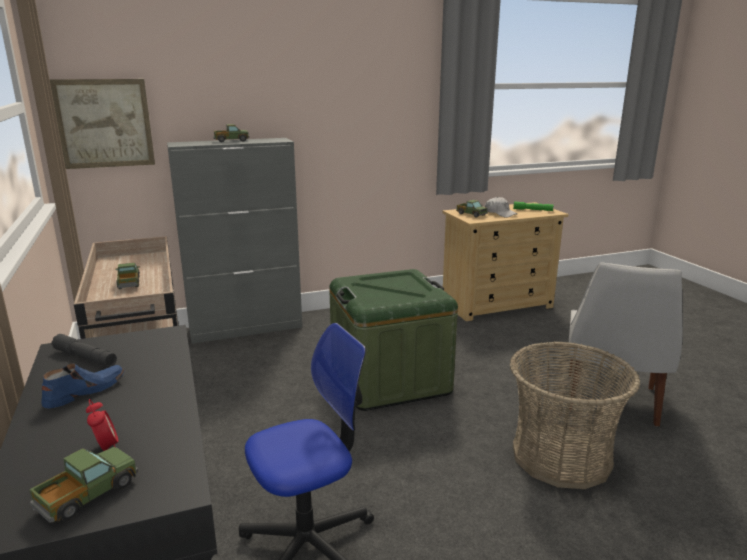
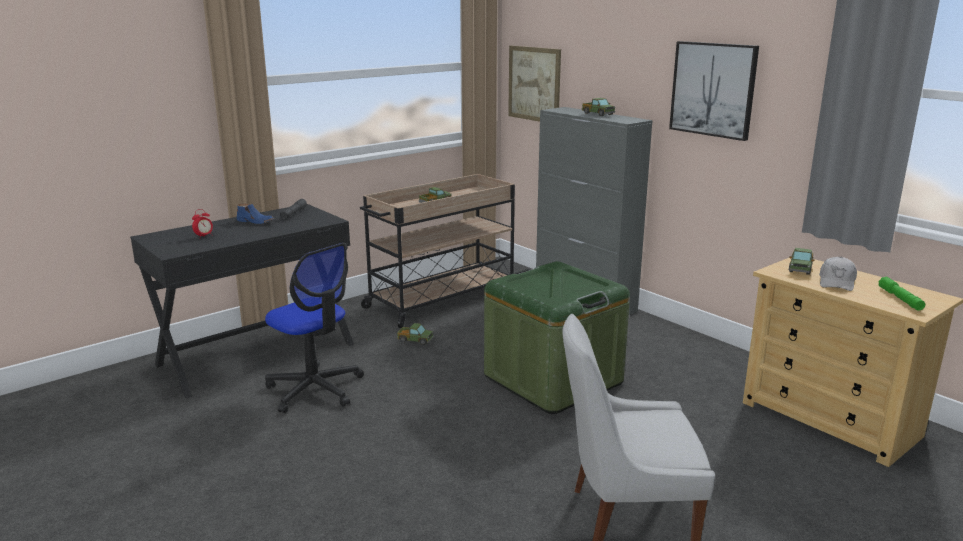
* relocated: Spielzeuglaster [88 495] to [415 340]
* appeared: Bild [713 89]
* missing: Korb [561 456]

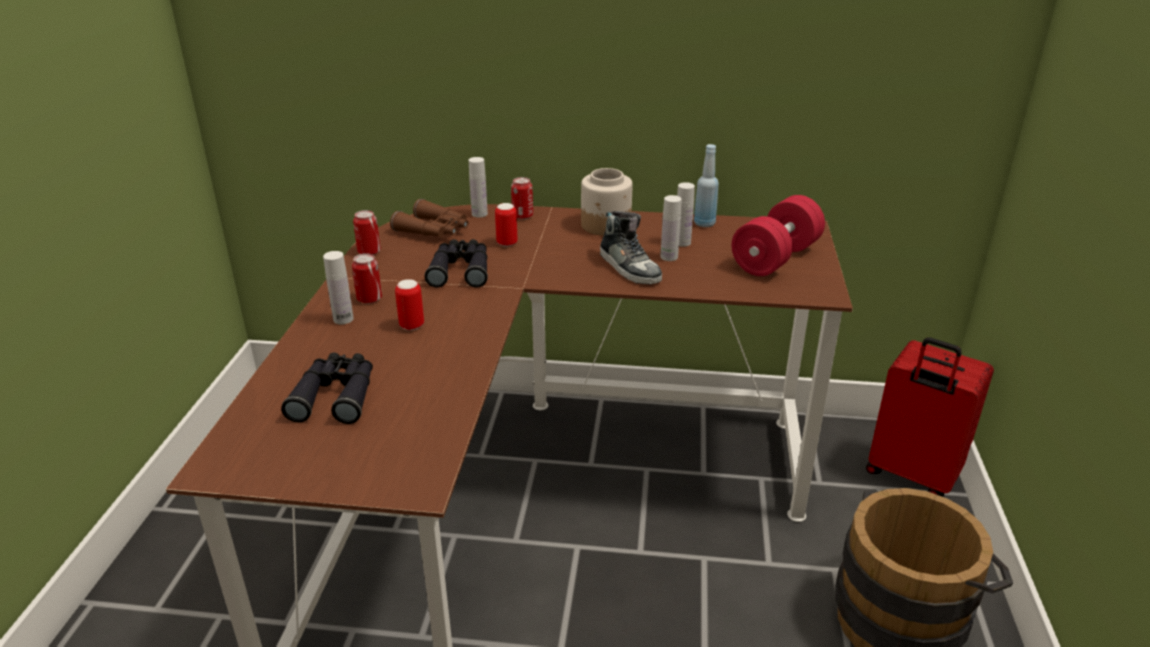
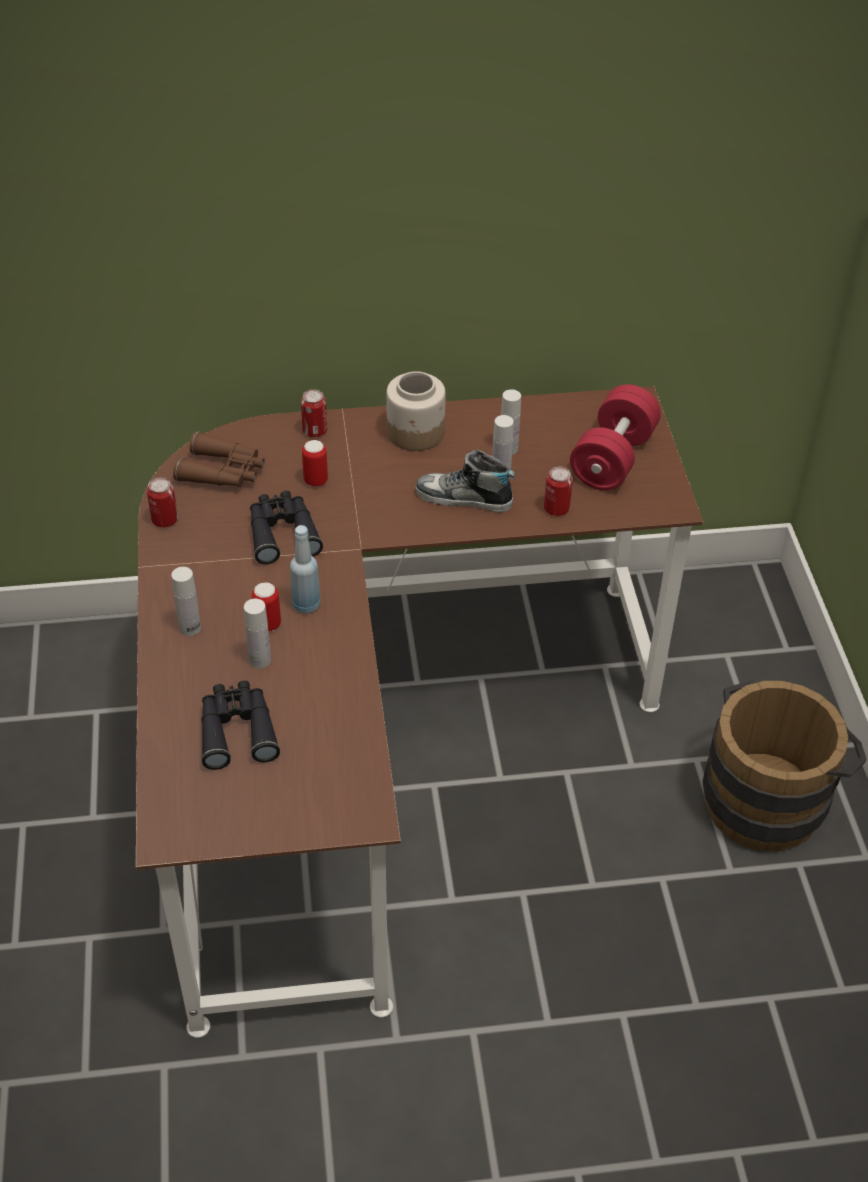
* relocated: Flasche (weiß) [479 214] to [260 660]
* relocated: Flasche (blau) [704 223] to [306 605]
* spun: Schuh [629 267] = [464 498] 150 degrees clockwise
* relocated: Dose [369 299] to [556 509]
* missing: Koffer (rot) [911 475]

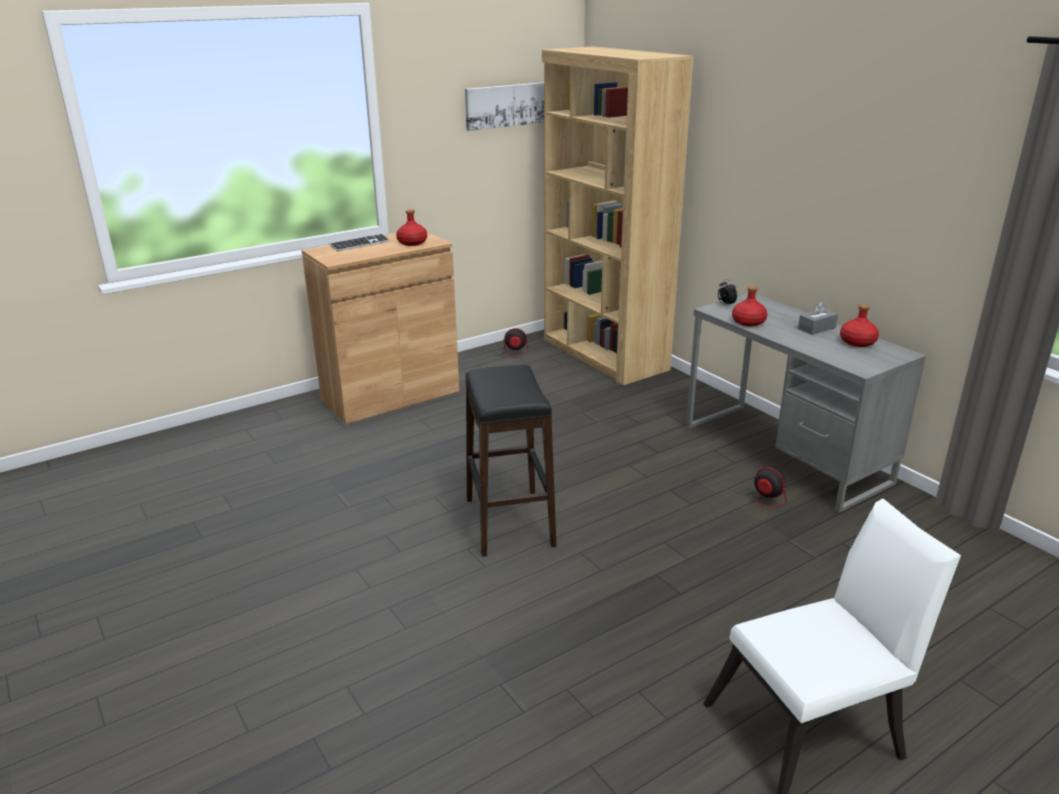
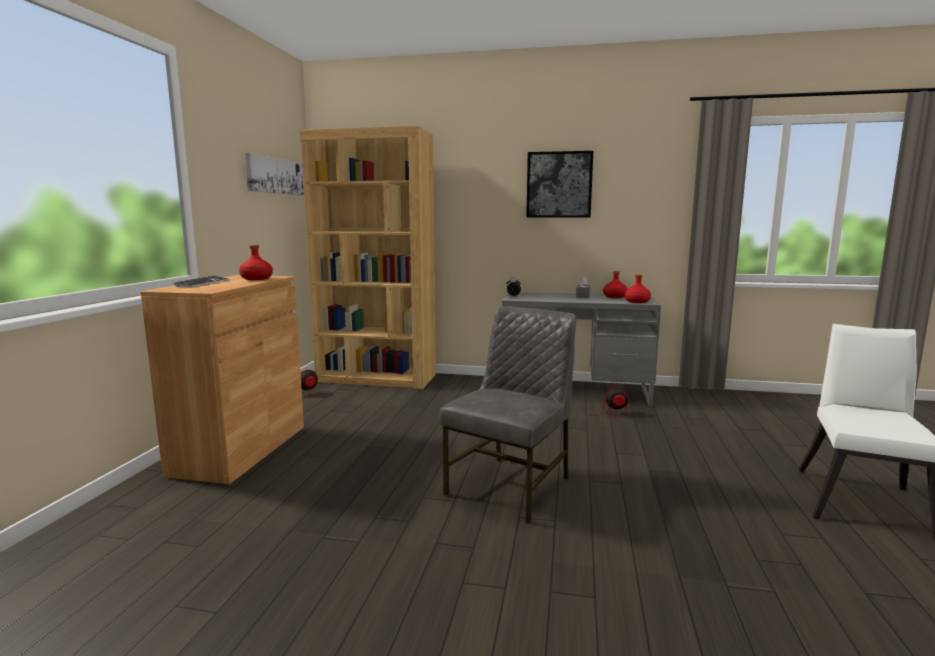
* exchanged: Hocker (schwarz) [510 522] to Stuhl (grau) [511 486]
* appeared: Bild [559 185]
* relocated: Flasche (rot) [748 322] to [637 301]

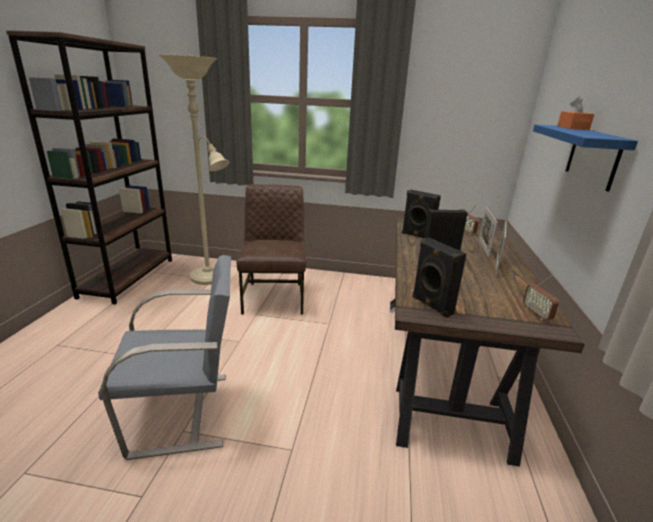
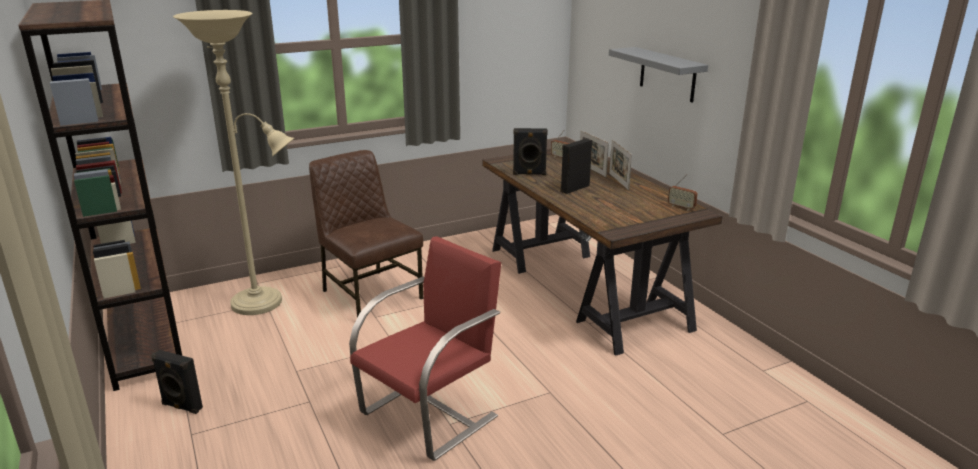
* relocated: Lautsprecher (schwarz) [431 305] to [181 407]
* colour: Stuhl (grau) [184 413] to Stuhl (rot) [431 414]
* colour: Wandregal (blau) [593 156] to Wandregal (grau) [667 74]
* missing: Taschentuchbox (orange) [572 128]

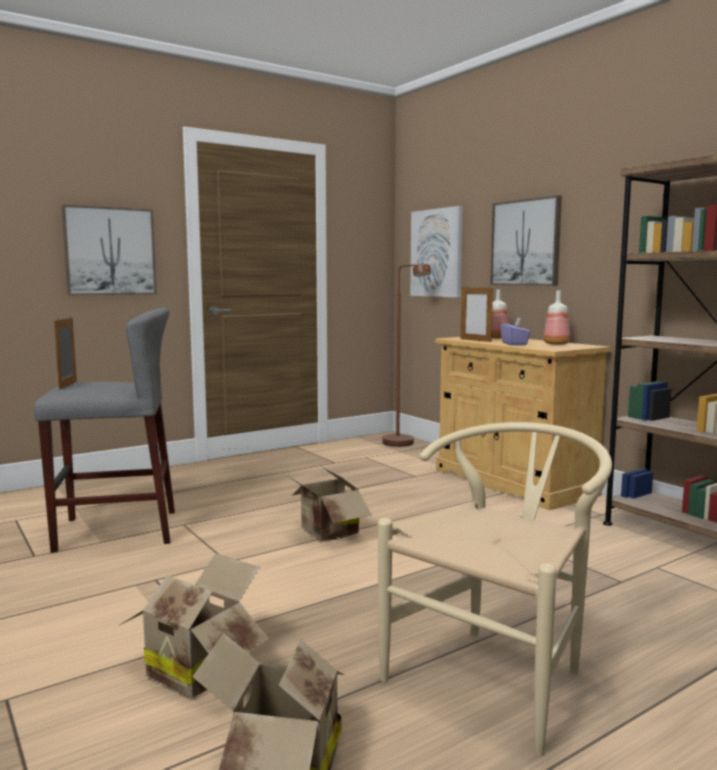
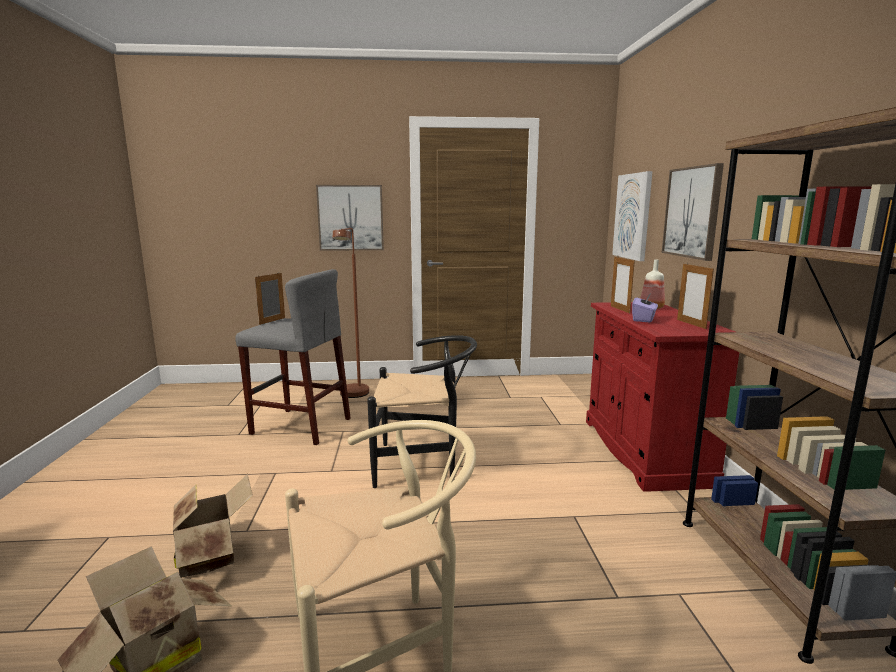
* relocated: Stehlampe (braun) [403 444] to [353 395]
* exchanged: Karton [326 533] to Stuhl (schwarz) [423 464]
* colour: Schrank (beige) [512 482] to Schrank (rot) [644 451]
* exchanged: Flasche [557 344] to Bilderrahmen [691 324]

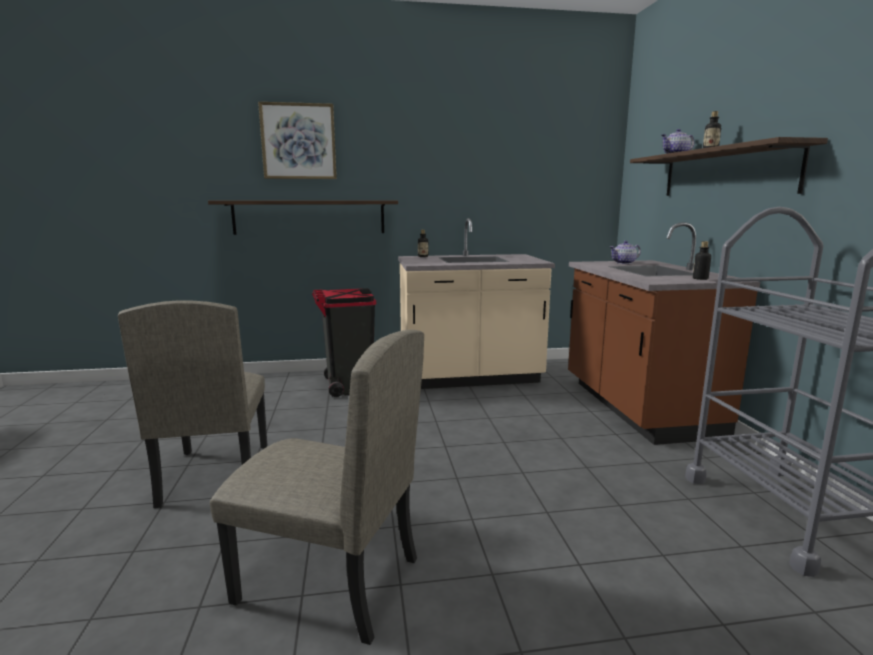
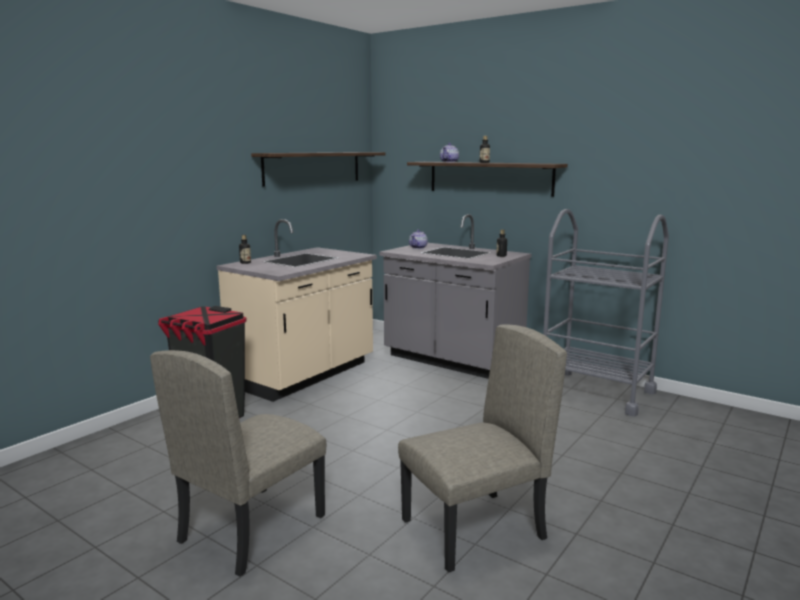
* spun: Stuhl (beige) [215 474] = [252 528] 90 degrees clockwise
* relocated: Wandregal [309 217] to [313 168]
* colour: Küchenzeile (braun) [637 408] to Küchenzeile (grau) [452 360]
* missing: Bild [298 141]

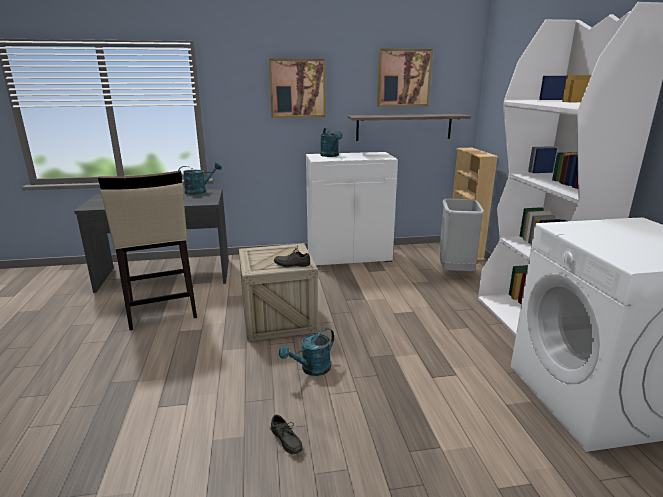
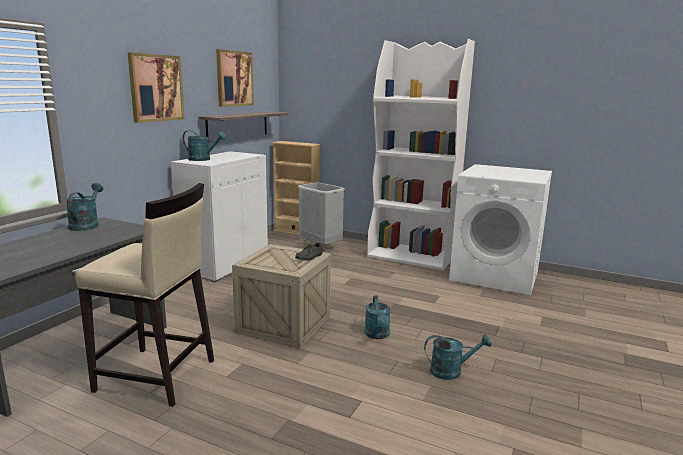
* exchanged: Schuh (grau) [285 441] to Gießkanne (türkis) [451 371]

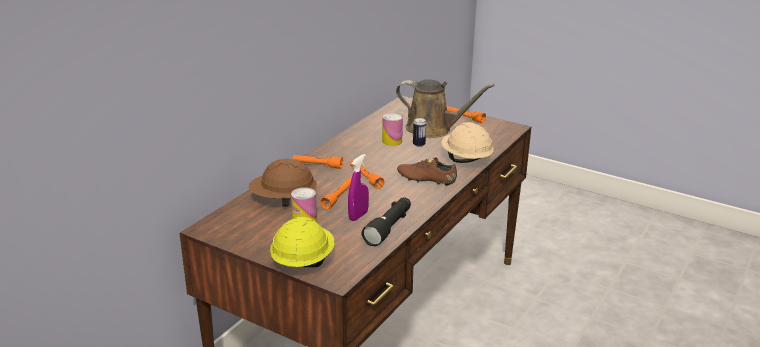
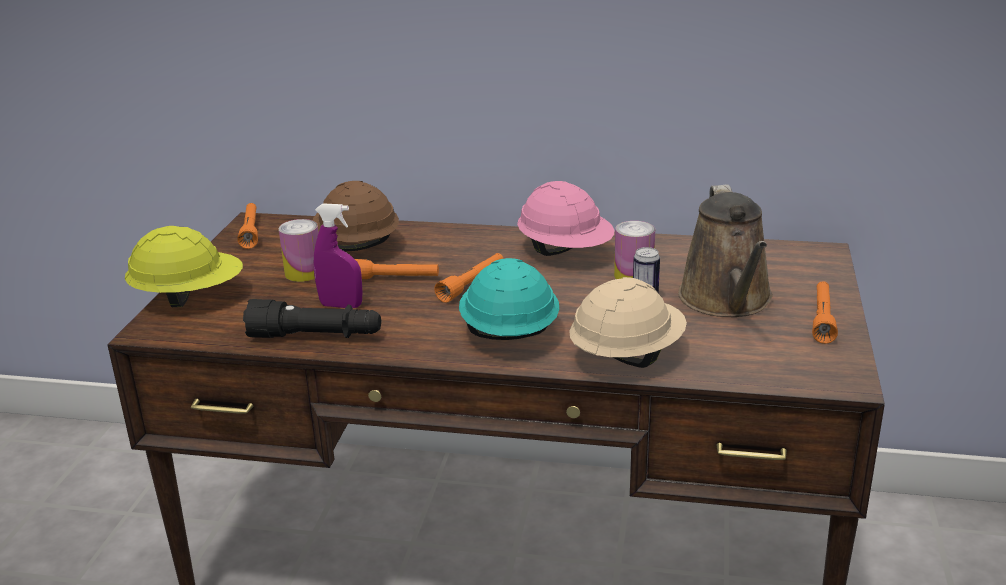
* relocated: Taschenlampe (orange) [317 165] to [250 232]
* exchanged: Schuh (braun) [426 179] to Schutzhelm (türkis) [509 334]
* appeared: Schutzhelm (rosa) [565 252]

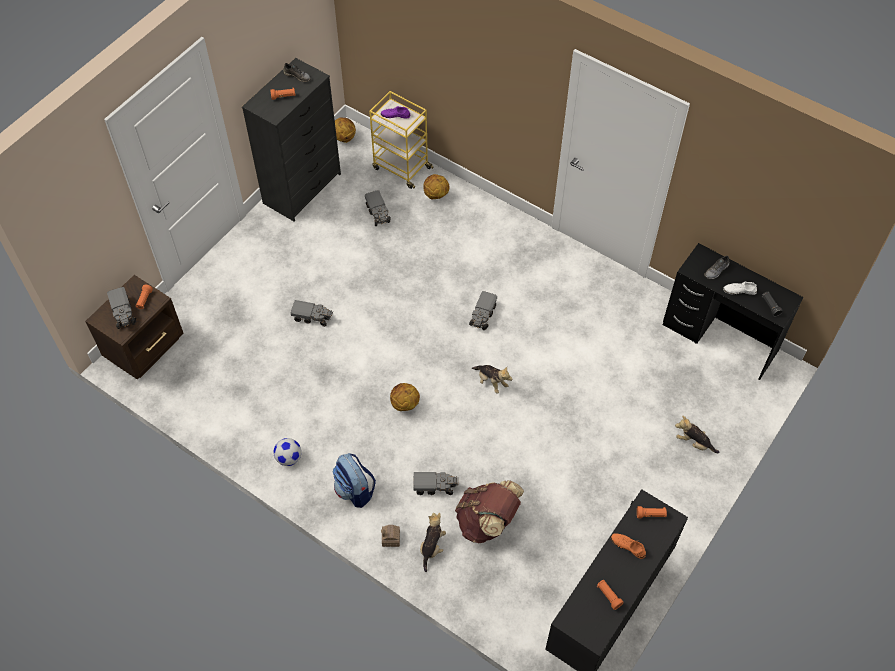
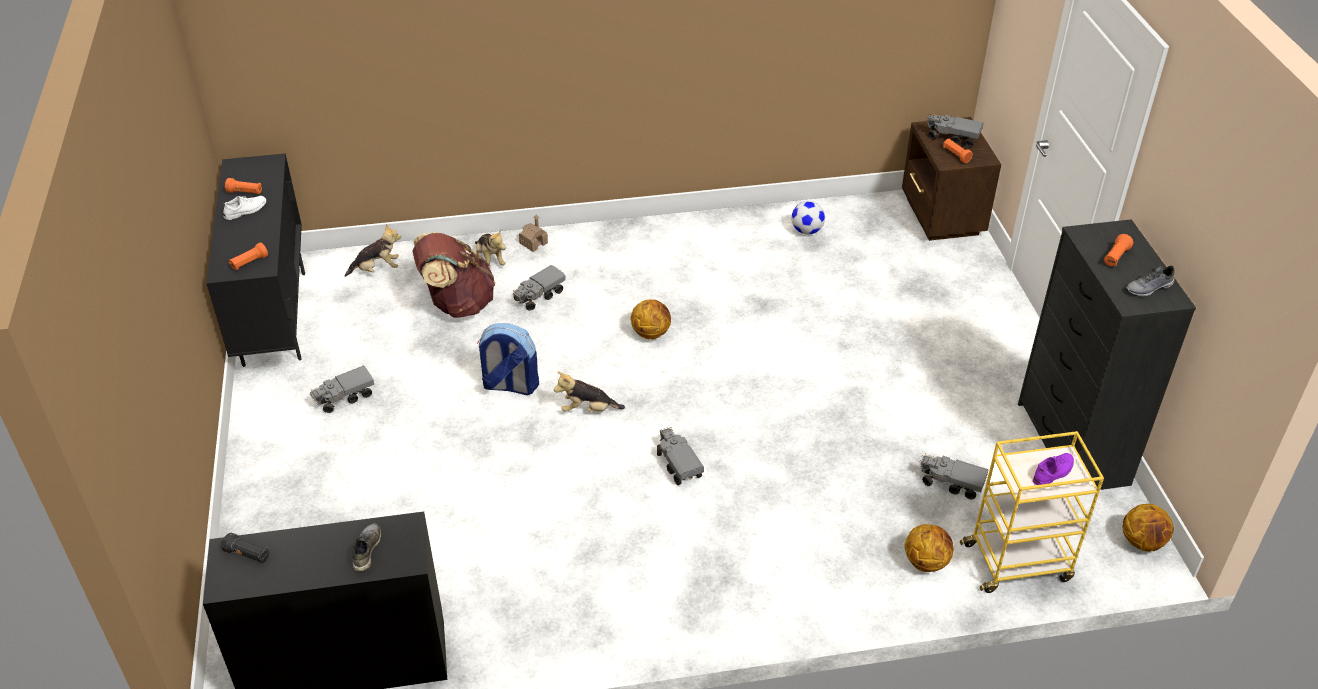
* relocated: Schuh (weiß) [739 290] to [245 210]
* relocated: Spielzeuglaster [312 317] to [344 398]
* relocated: Plüschtier [694 442] to [377 269]
* relocated: Rucksack [355 490] to [509 385]
* relocated: Fußball [289 458] to [807 231]
* missing: Schuh (orange) [628 546]

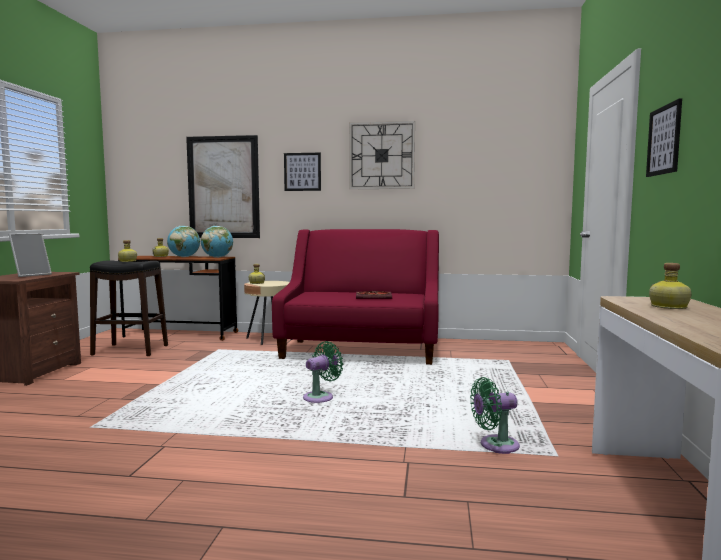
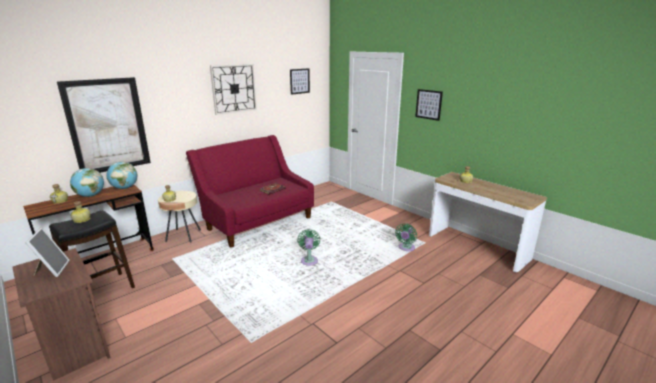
* relocated: Bild [302 172] to [299 81]

